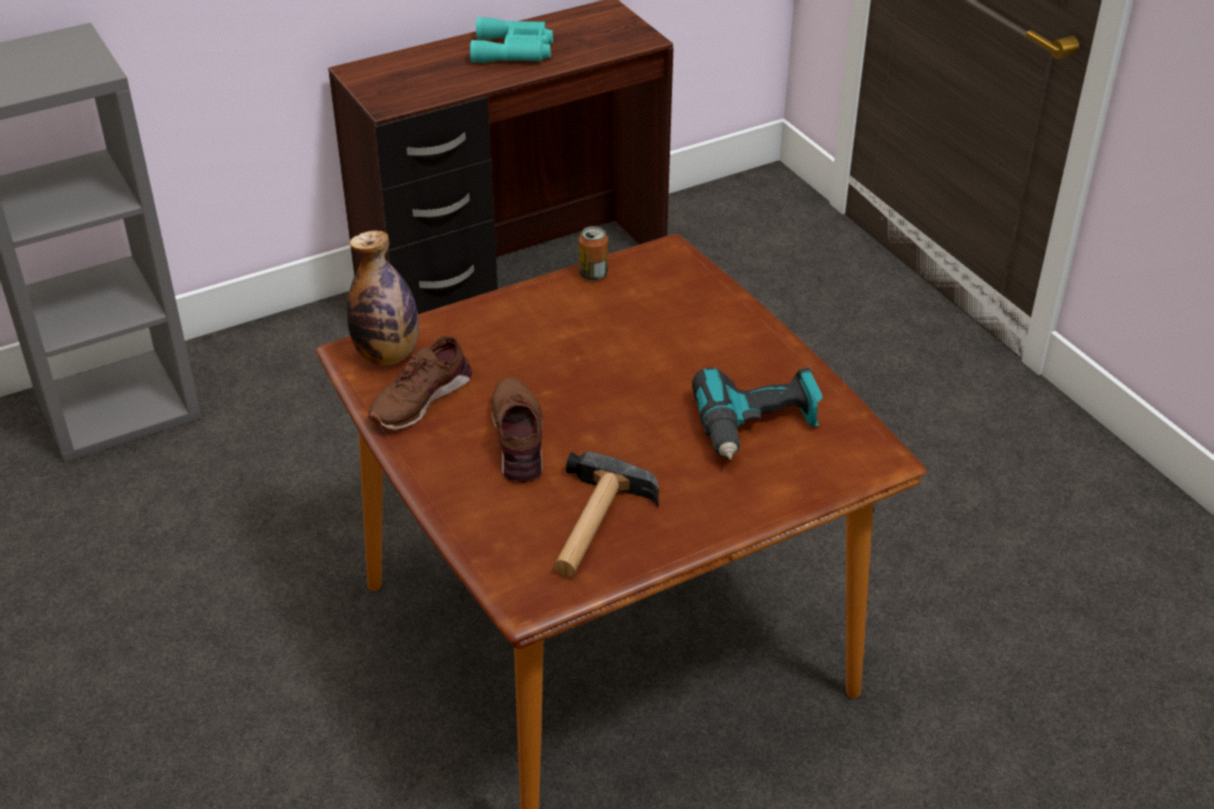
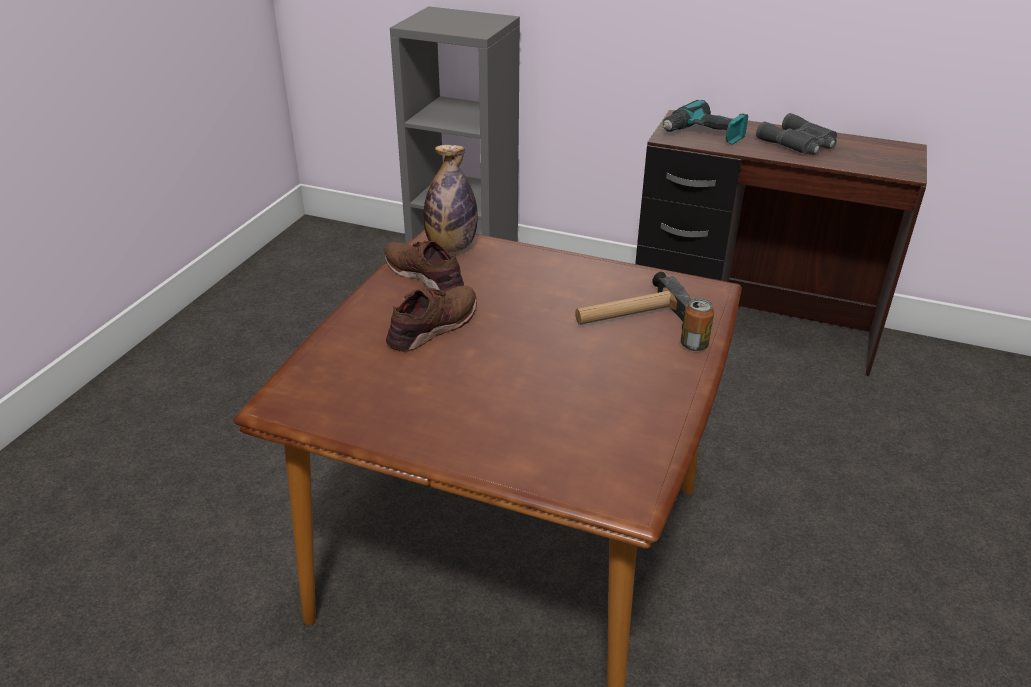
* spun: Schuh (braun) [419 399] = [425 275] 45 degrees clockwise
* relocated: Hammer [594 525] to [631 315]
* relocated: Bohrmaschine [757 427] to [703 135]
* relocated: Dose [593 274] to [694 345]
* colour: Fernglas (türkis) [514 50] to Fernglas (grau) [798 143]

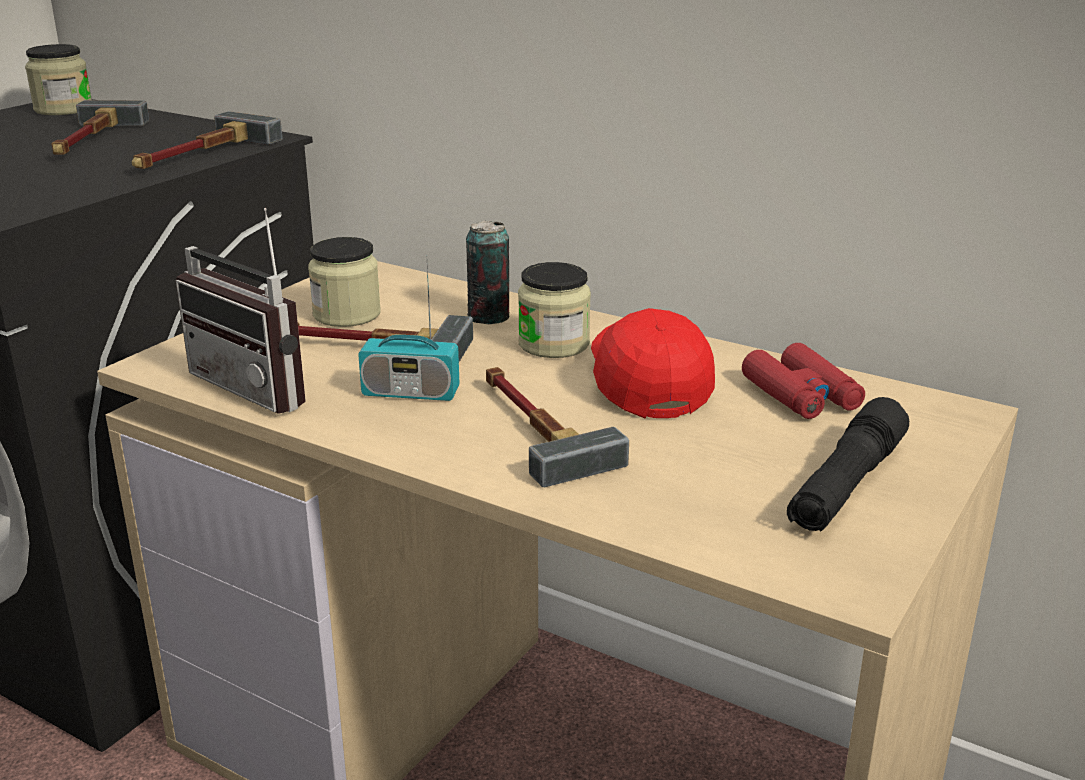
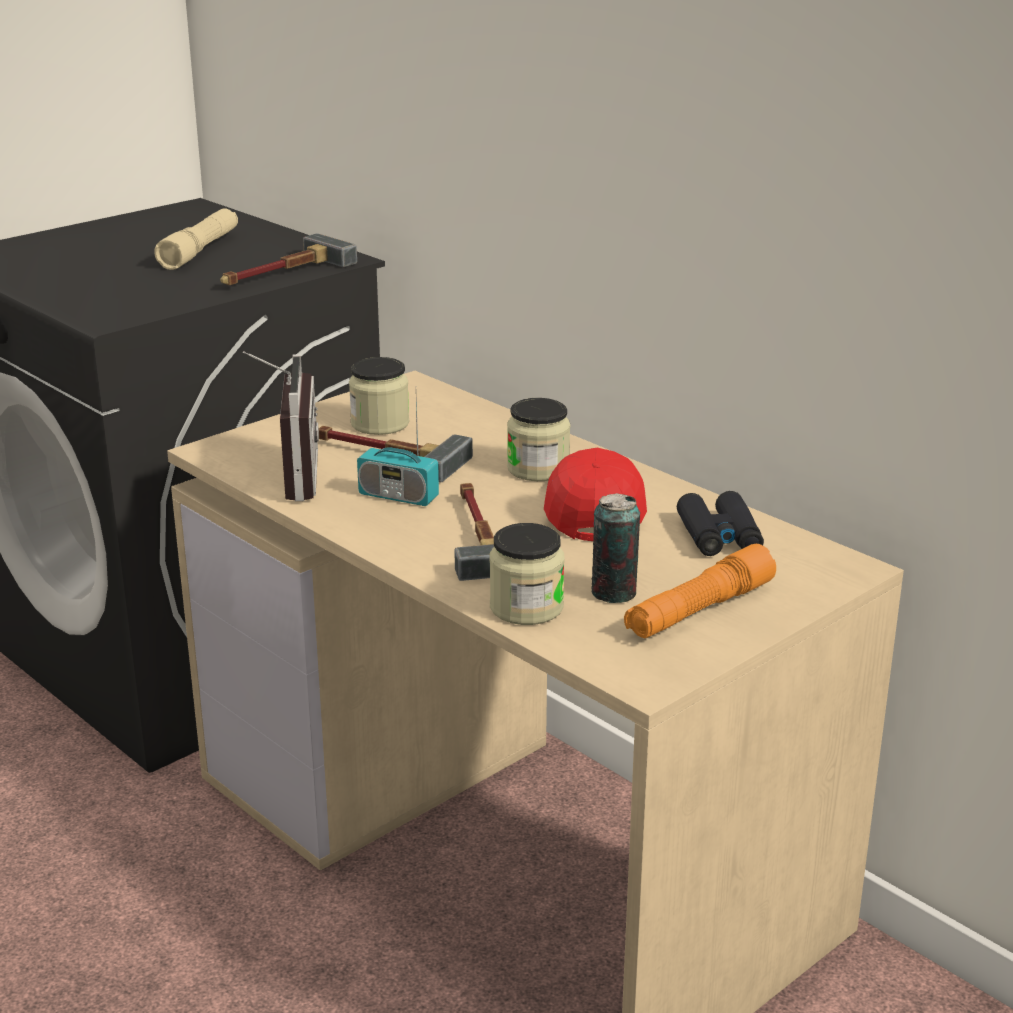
* exchanged: Hammer [90 140] to Taschenlampe (beige) [200 250]
* spun: Radio [263 386] = [286 477] 150 degrees counterclockwise
* relocated: Vorratsglas [63 109] to [526 607]
* relocated: Dose [489 317] to [614 593]
* colour: Taschenlampe (schwarz) [846 485] to Taschenlampe (orange) [699 610]
* colour: Fernglas (rot) [801 395] to Fernglas (schwarz) [719 536]

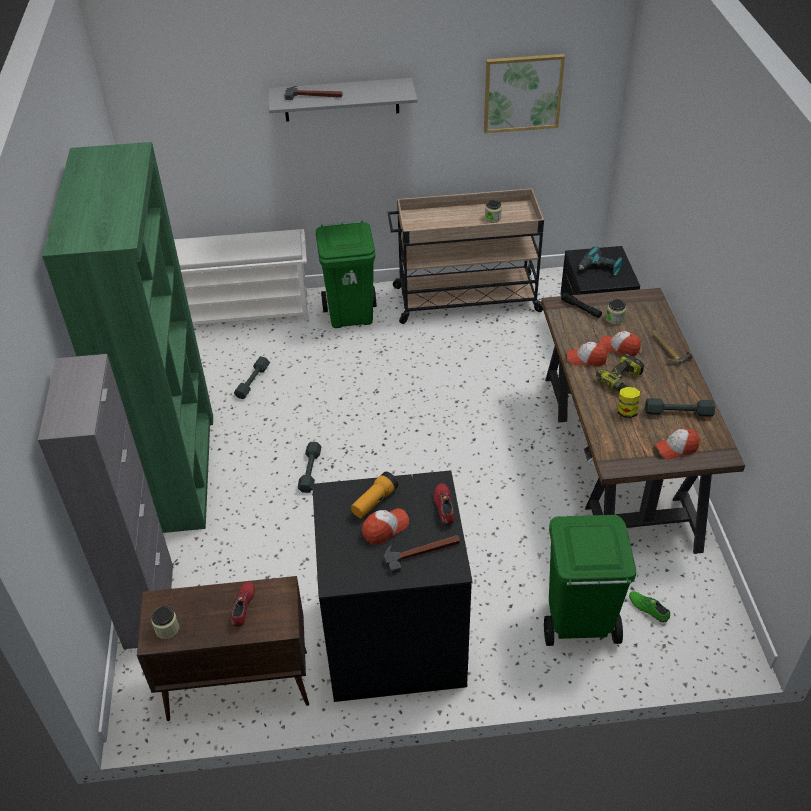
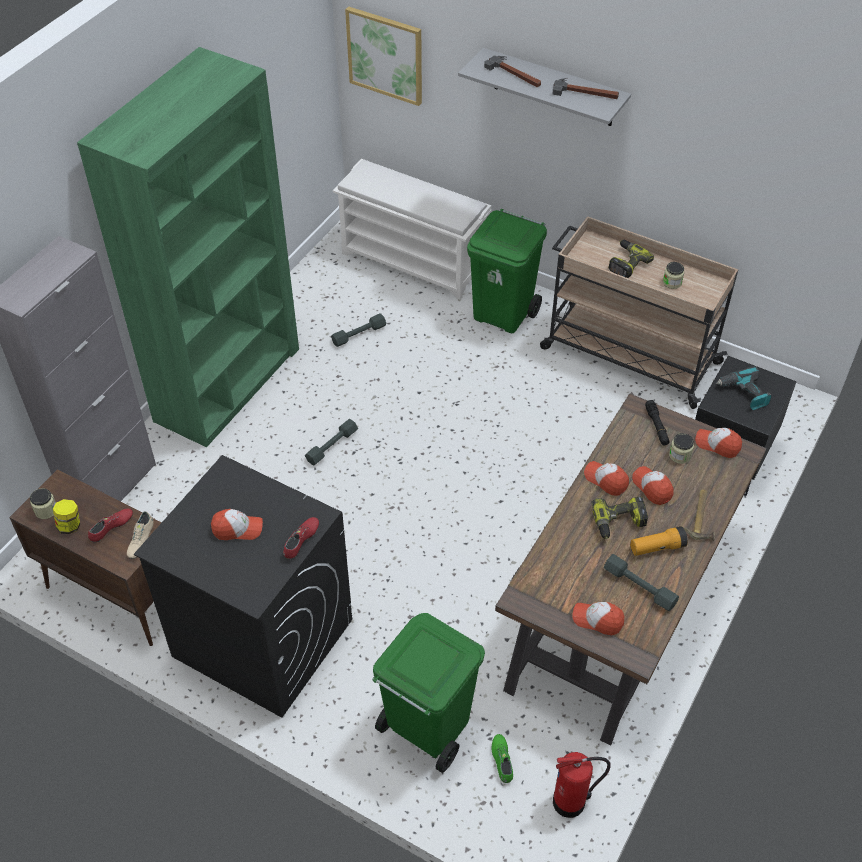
* relocated: Vorratsglas [626 412] to [70 525]
* appeared: Schuh (beige) [141 540]
* relocated: Bild [522 93] to [385 55]
* relocated: Hammer [422 552] to [585 93]
* appeared: Feuerlöscher [571 802]
* appeared: Bohrmaschine [626 263]
* relocated: Taschenlampe [374 502] to [657 547]
* appeared: Kappe [717 445]

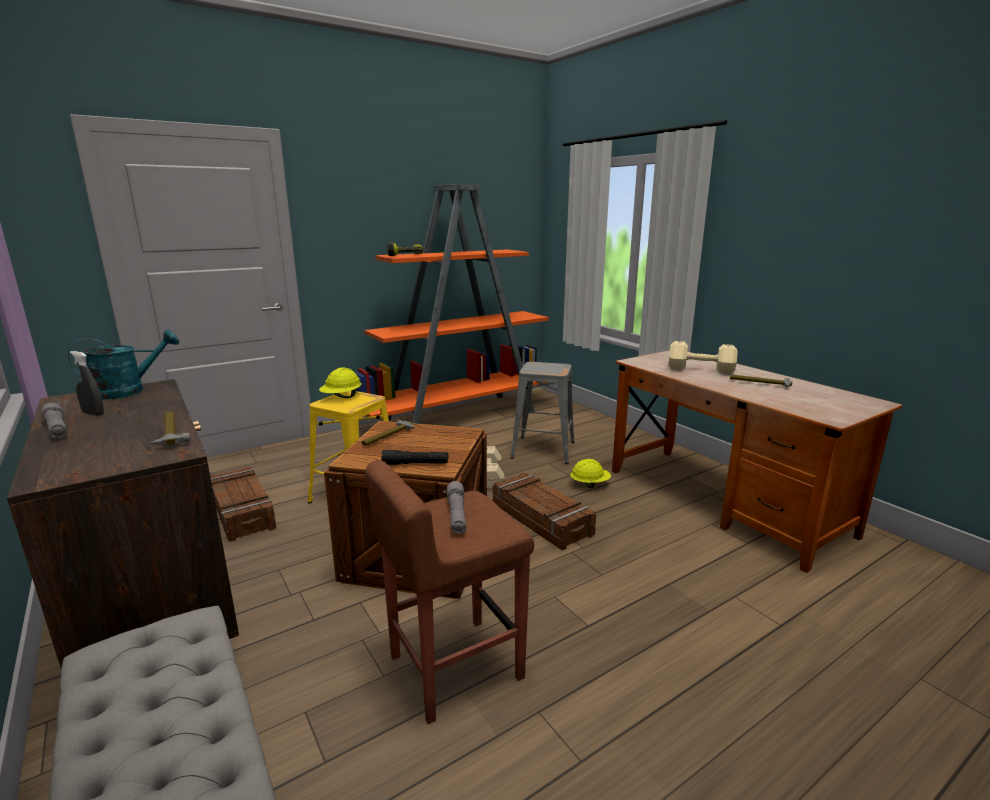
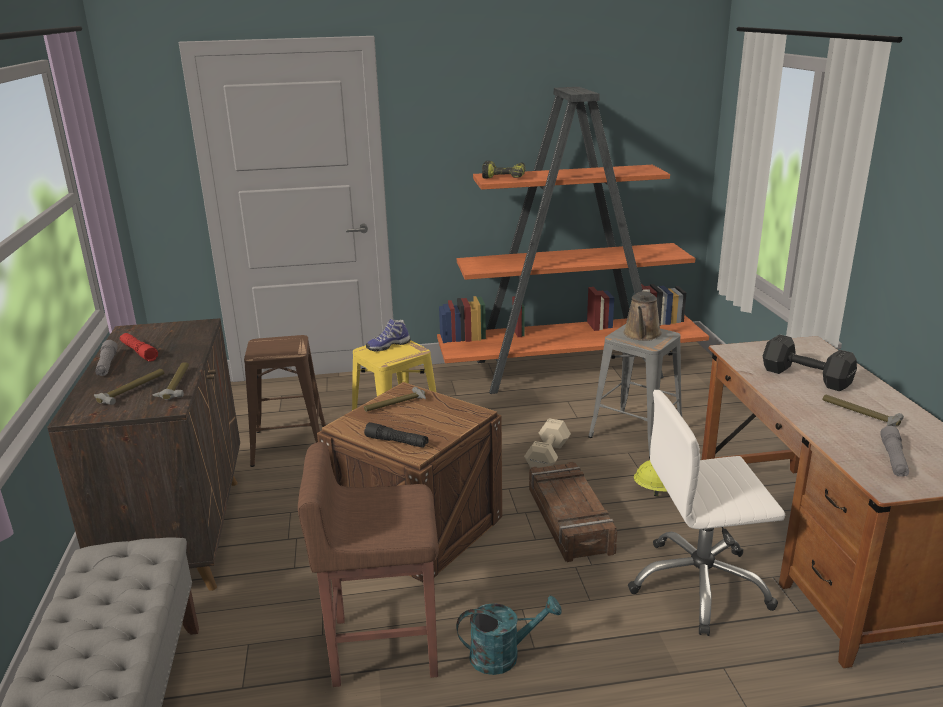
* appeared: Hammer [132 390]
* exchanged: Sprühflasche (grau) [93 414] to Taschenlampe (rot) [139 352]
* exchanged: Kiste [243 511] to Hocker (braun) [289 444]
* exchanged: Schutzhelm (gelb) [341 397] to Schuh [388 346]
* relocated: Gießkanne (türkis) [129 391] to [503 655]
* appeared: Gießkanne (braun) [642 335]
* appeared: Bürostuhl (weiß) [699 585]
* colour: Hantel (beige) [699 369] to Hantel (schwarz) [804 376]
* relocated: Taschenlampe (grau) [457 515] to [893 459]

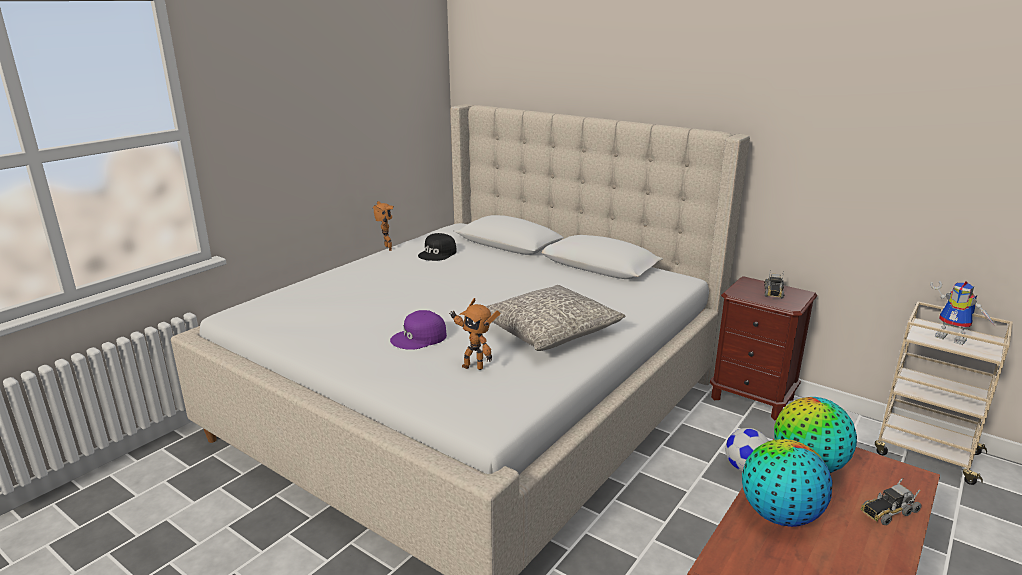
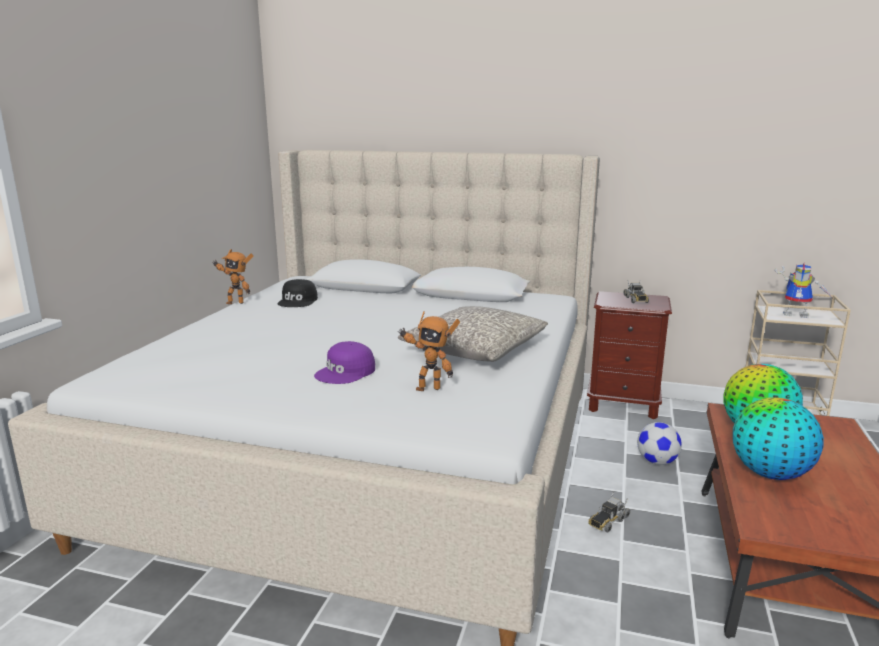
* spun: Spielzeugroboter [386 249] = [235 302] 135 degrees clockwise
* relocated: Spielzeuglaster [888 511] to [607 521]

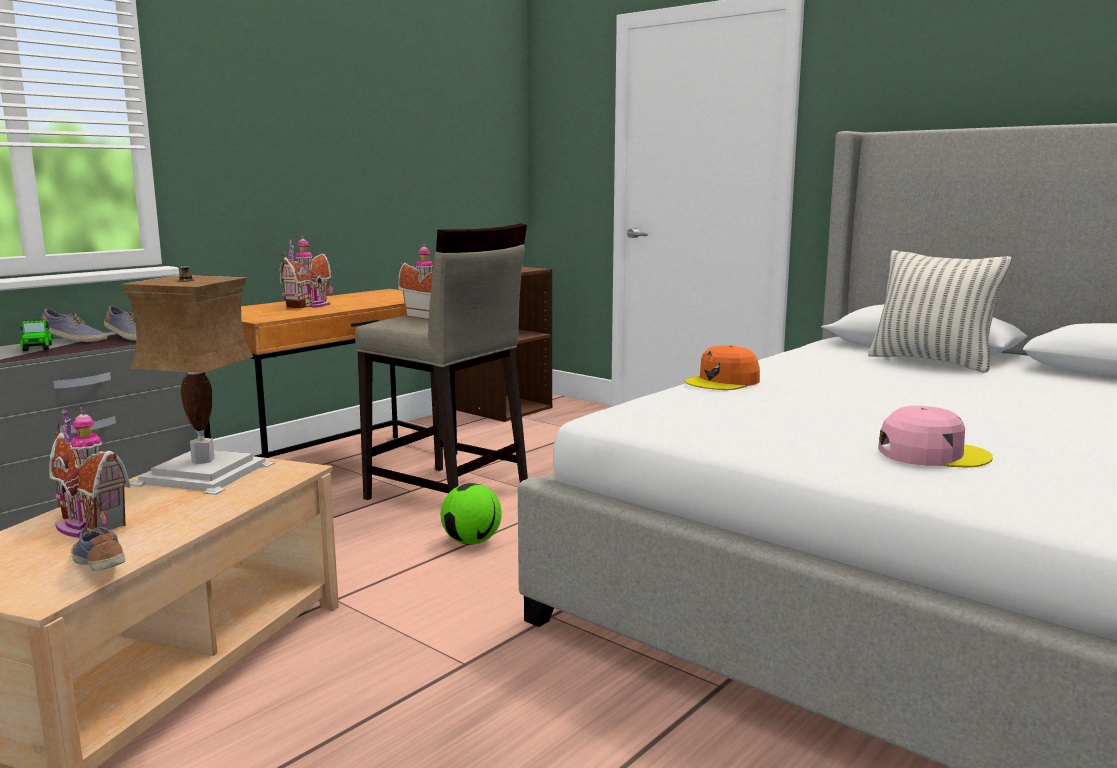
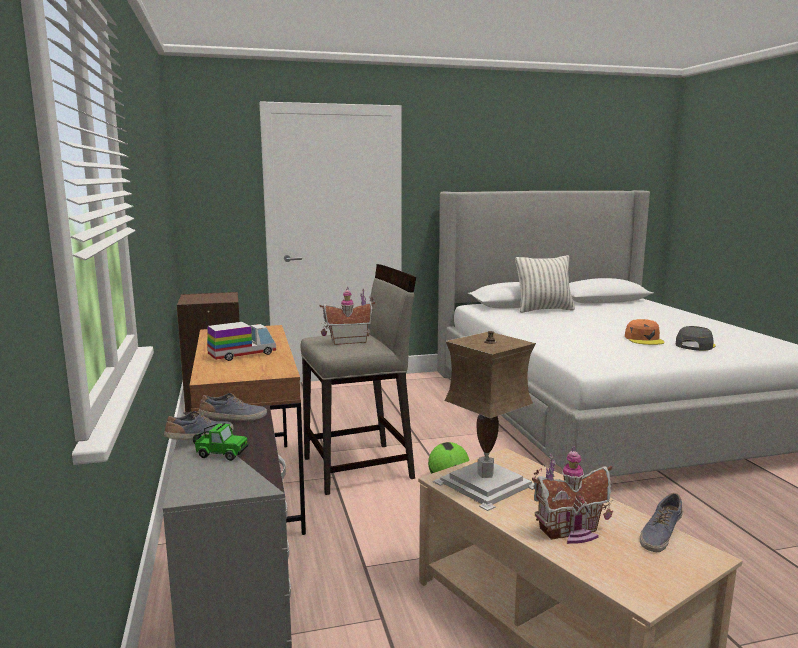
* exchanged: Spielzeughaus [310 305] to Spielzeuglaster [242 354]
* relocated: Kappe (orange) [723 382] to [644 339]
* spun: Schuh [101 566] = [660 534] 45 degrees counterclockwise
* colour: Kappe (rosa) [932 454] to Kappe (grau) [695 345]

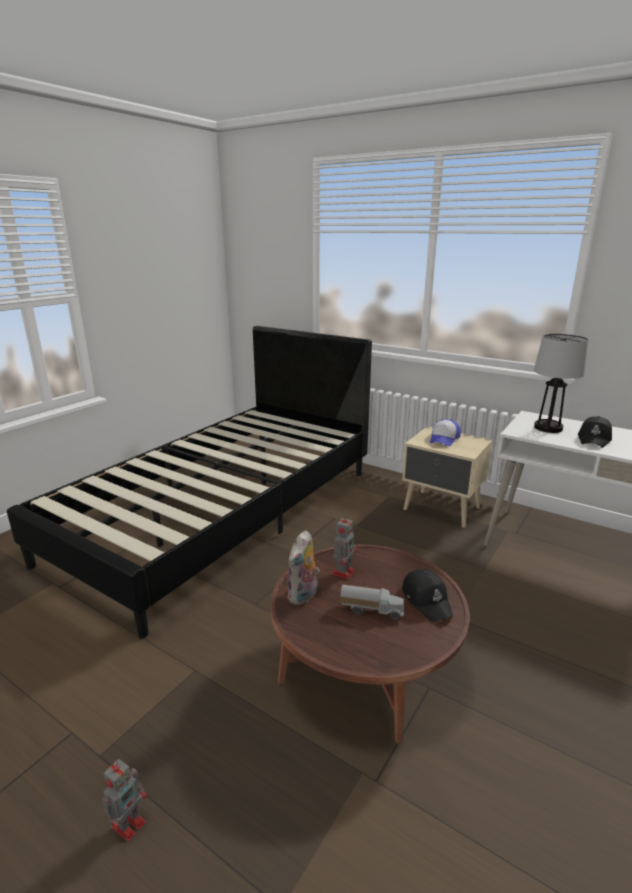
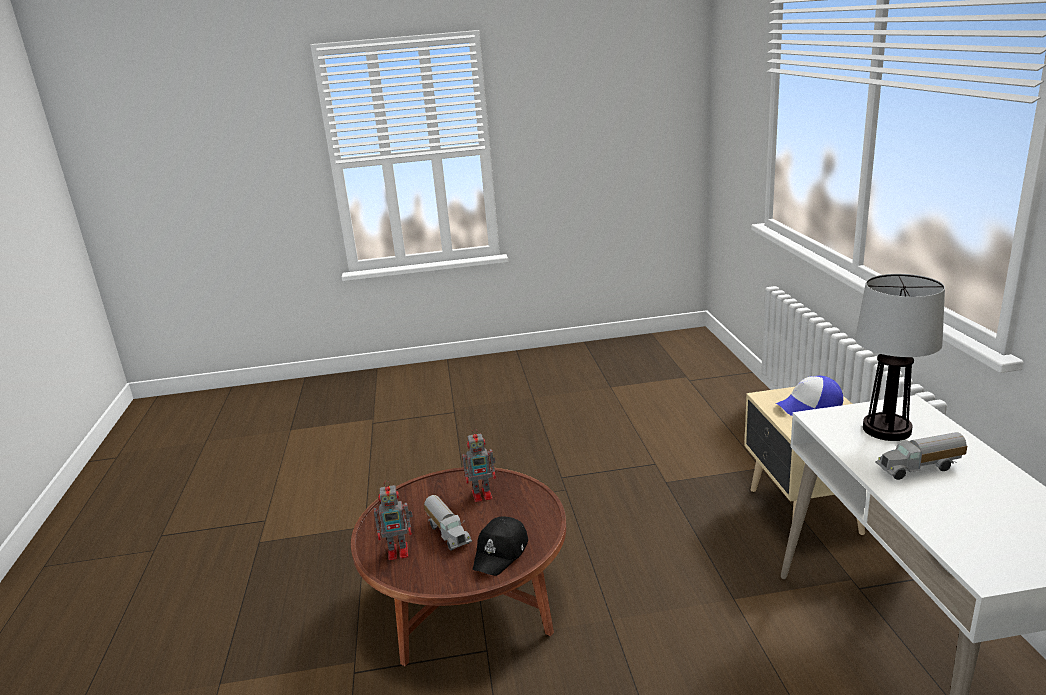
* relocated: Spielzeugroboter [129 823] to [399 551]
* exchanged: Kappe (schwarz) [594 439] to Spielzeuglaster [920 469]
* missing: Bett (schwarz) [222 513]
* missing: Plüschtier [304 596]

